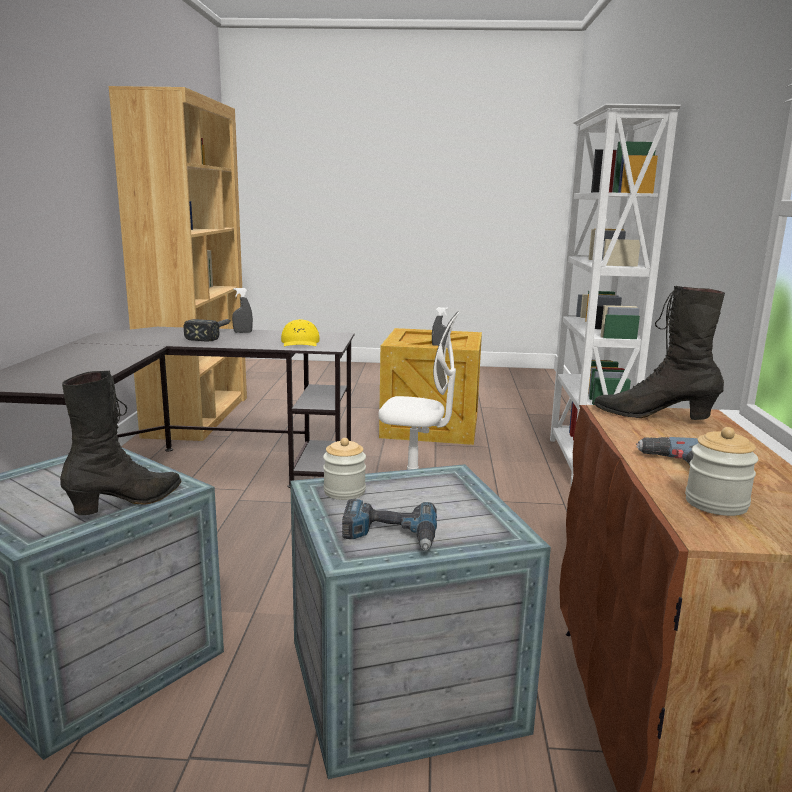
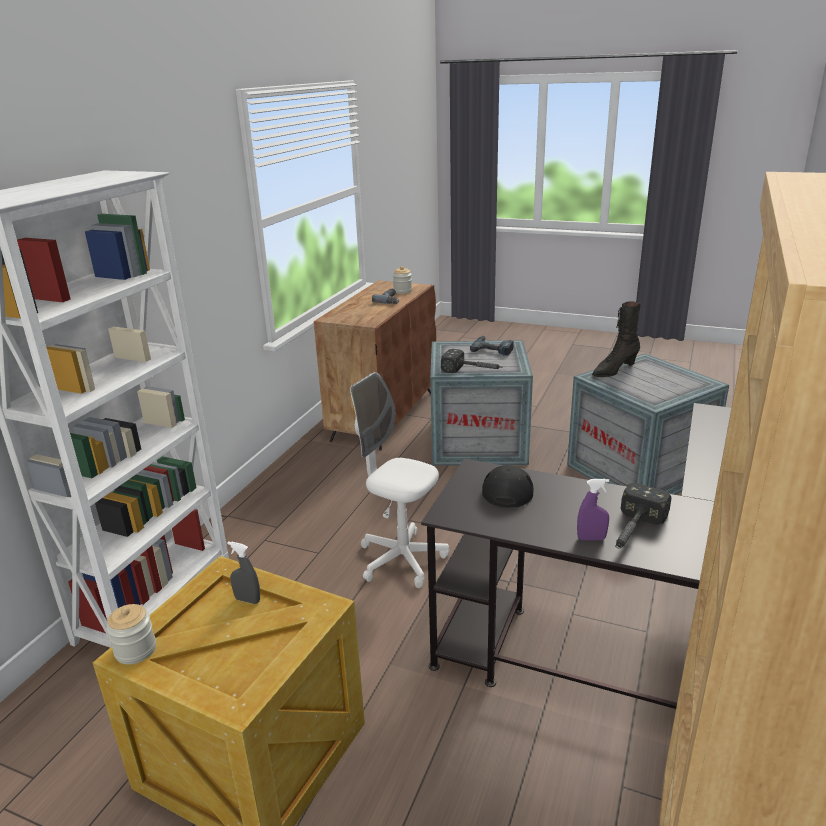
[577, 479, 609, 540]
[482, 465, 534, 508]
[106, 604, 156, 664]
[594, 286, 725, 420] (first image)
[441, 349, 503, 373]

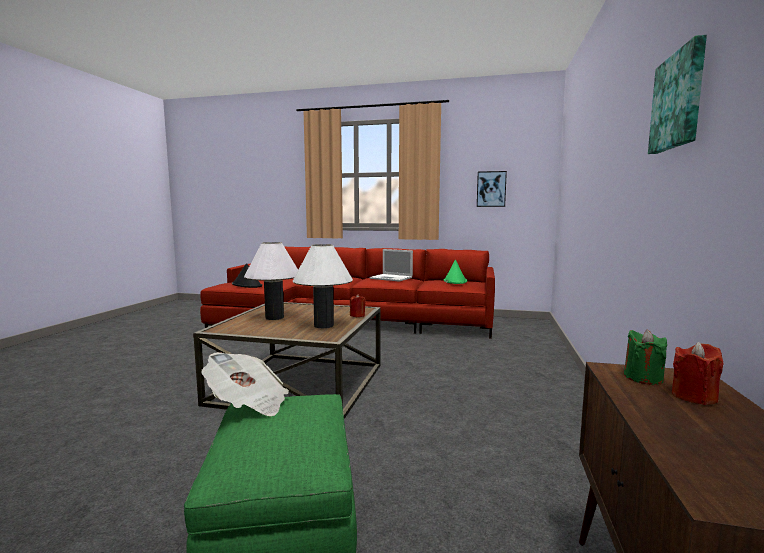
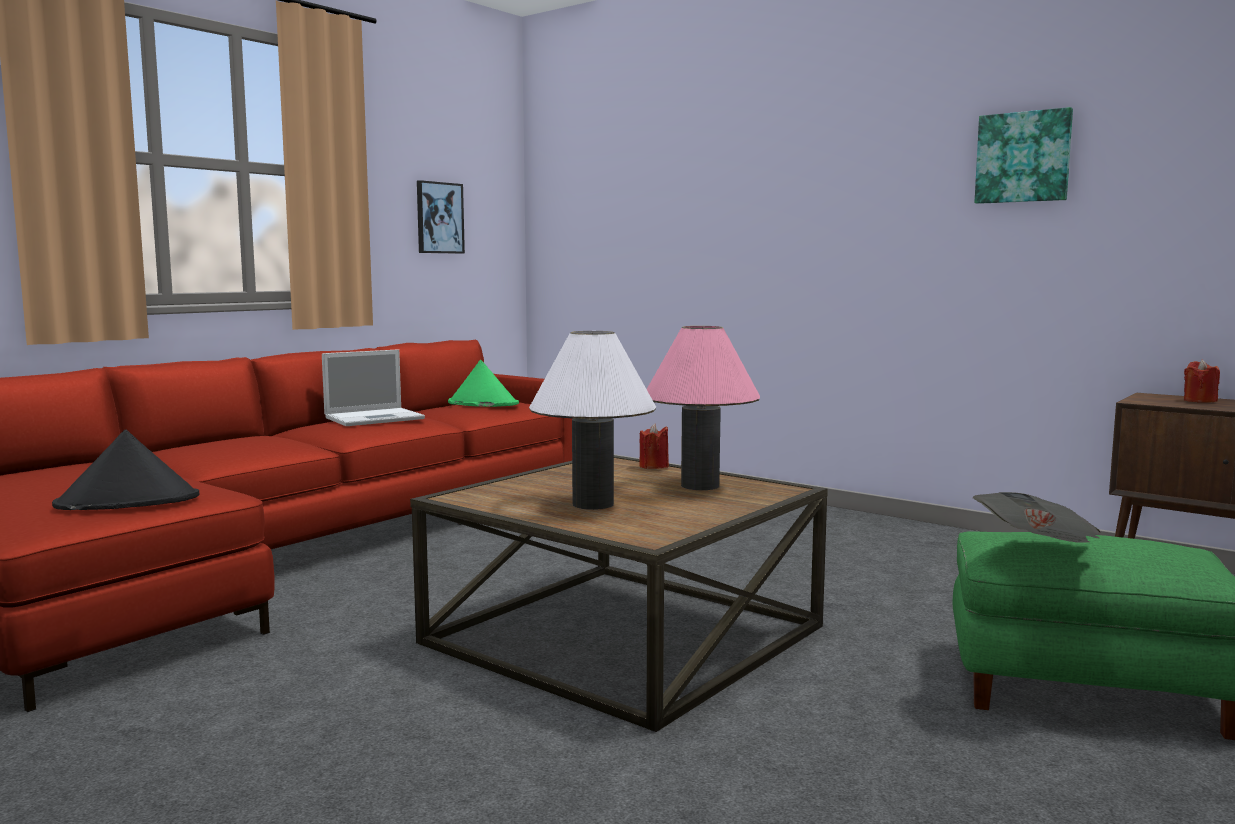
[647, 326, 760, 490]
[624, 330, 667, 385] (first image)

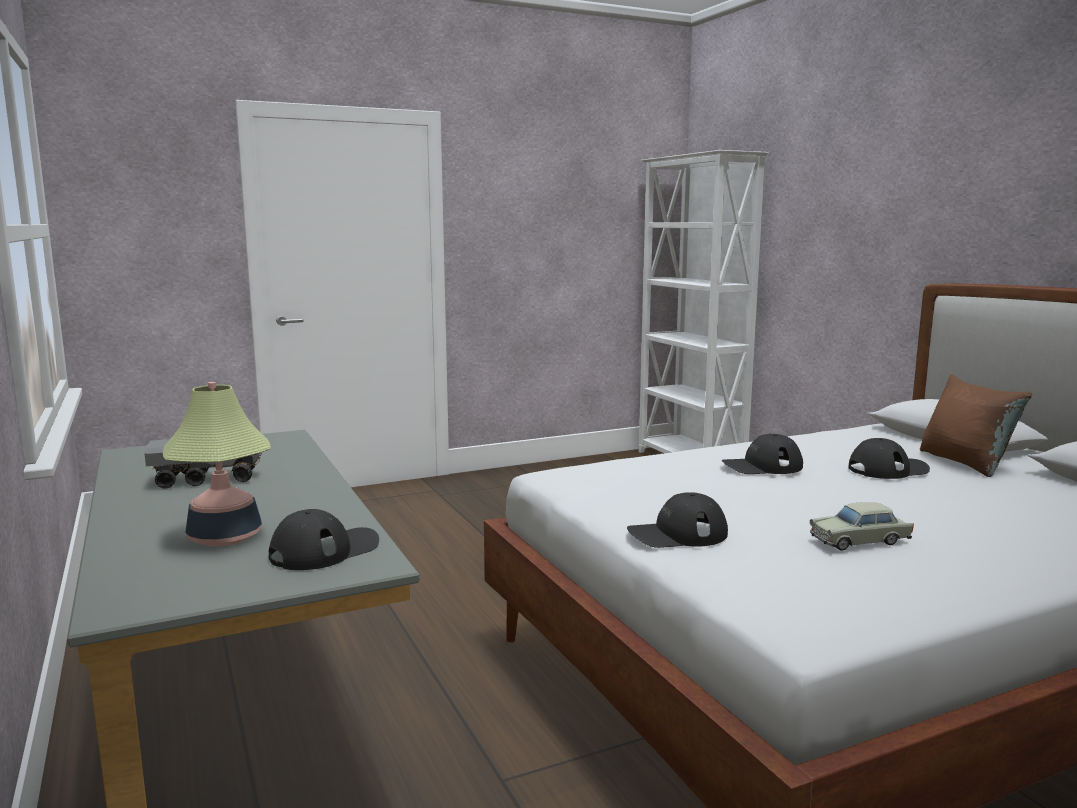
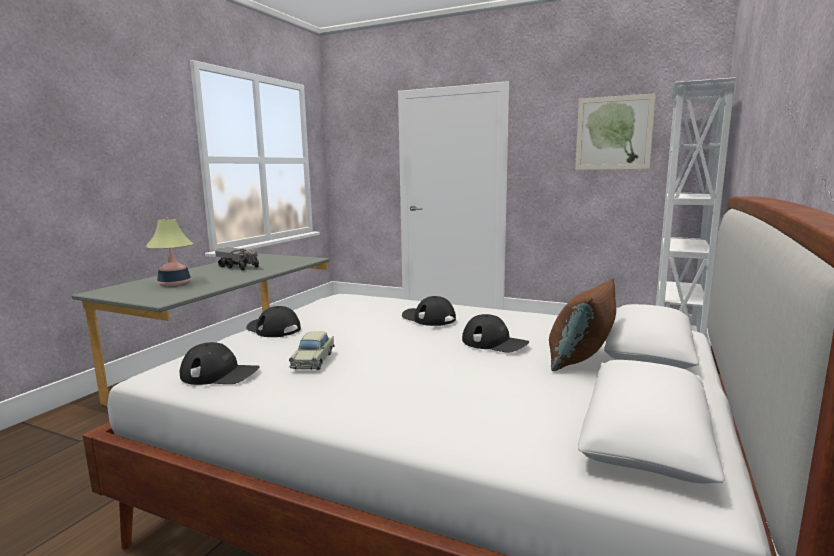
[180, 342, 260, 385]
[289, 331, 335, 370]
[575, 93, 656, 170]

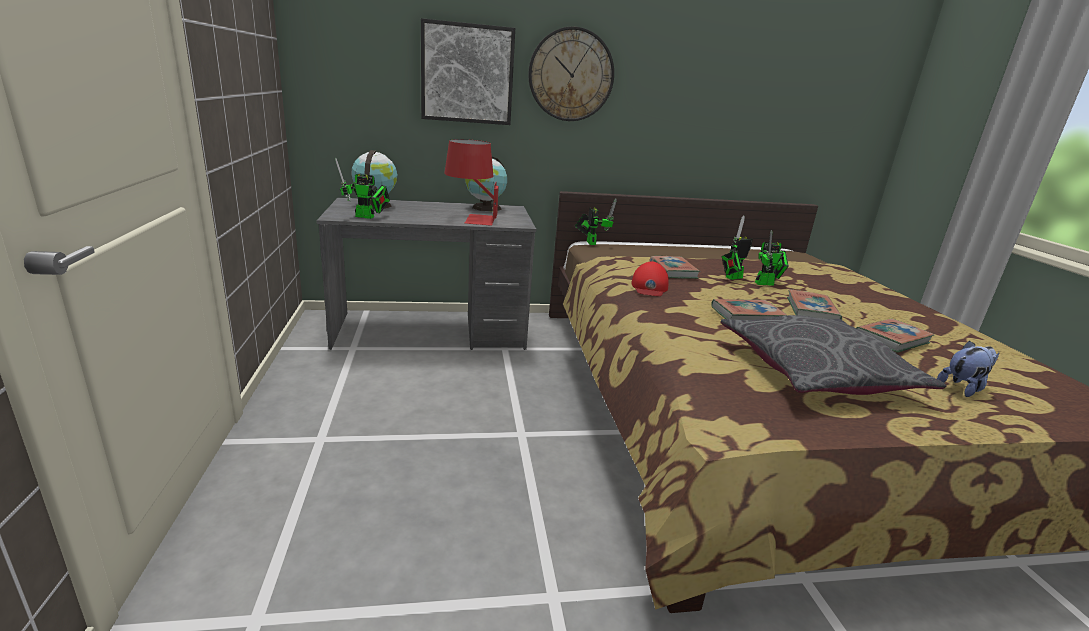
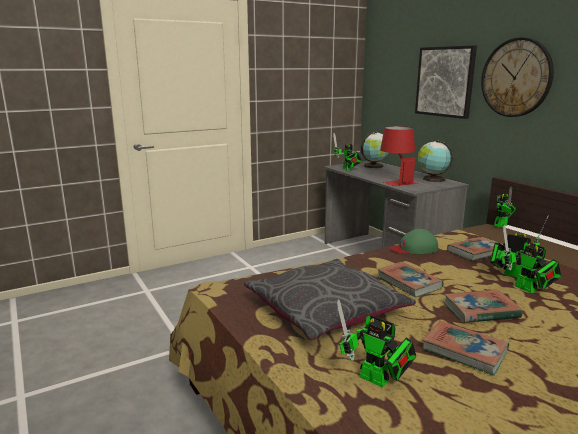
[390, 229, 438, 254]
[337, 299, 416, 387]

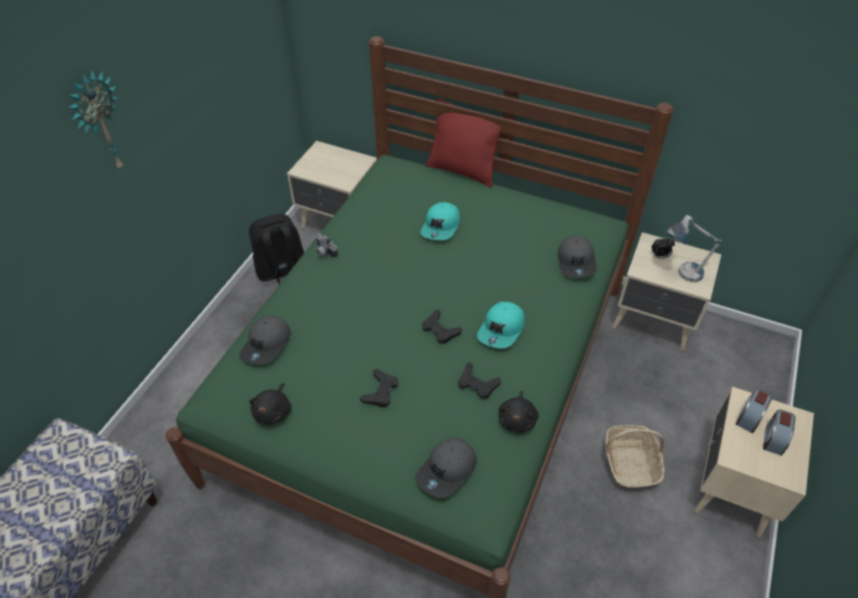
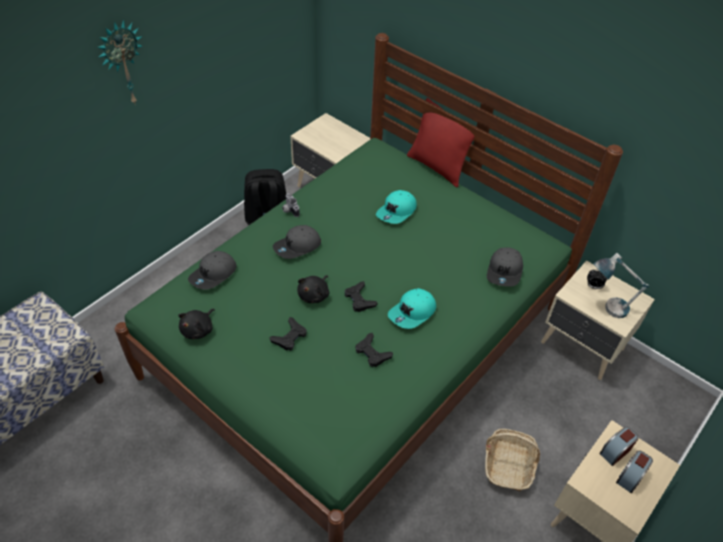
[273, 225, 321, 259]
[297, 275, 329, 303]

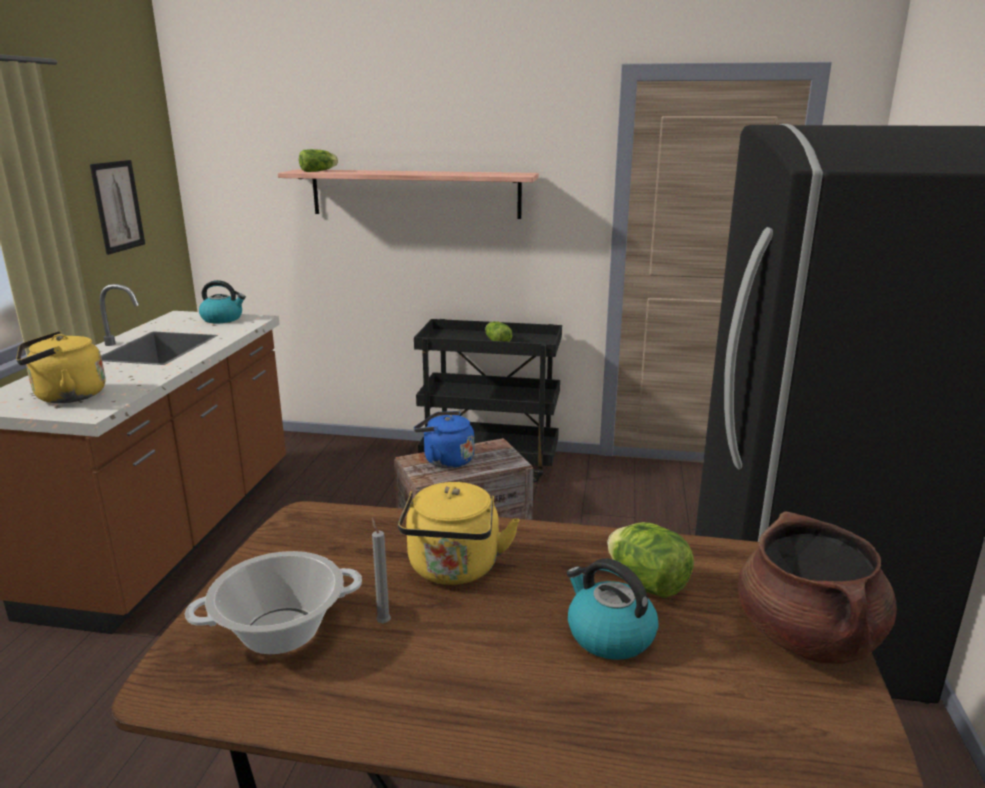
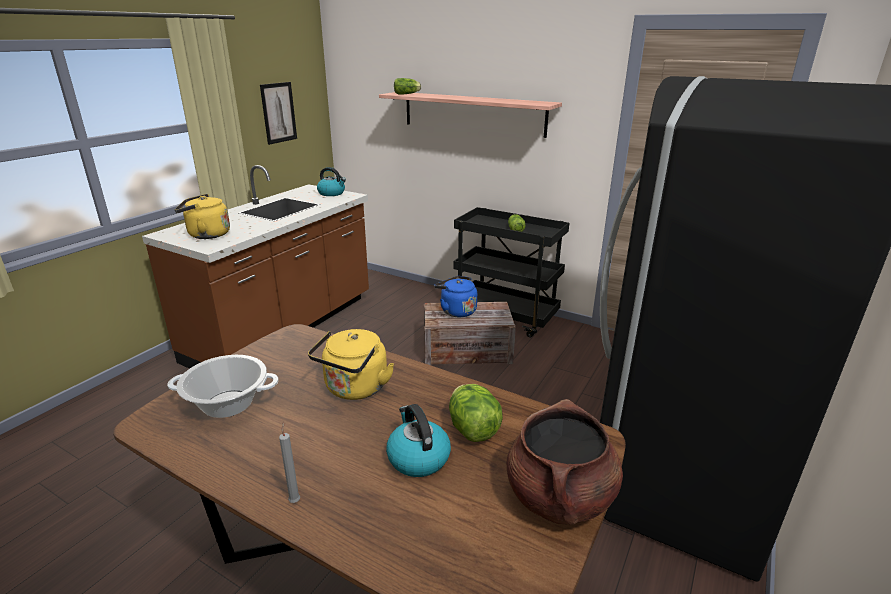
[279, 422, 300, 503]

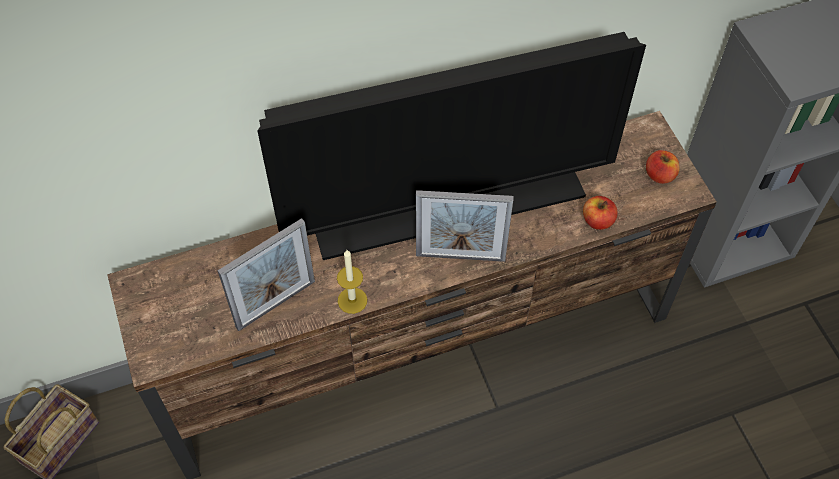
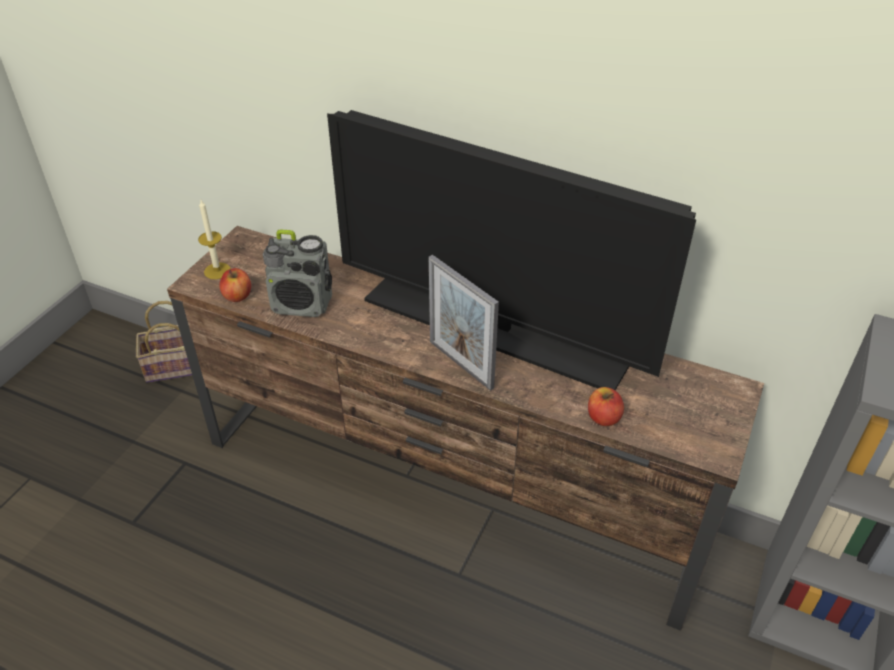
[263, 229, 332, 317]
[198, 200, 231, 279]
[219, 268, 251, 302]

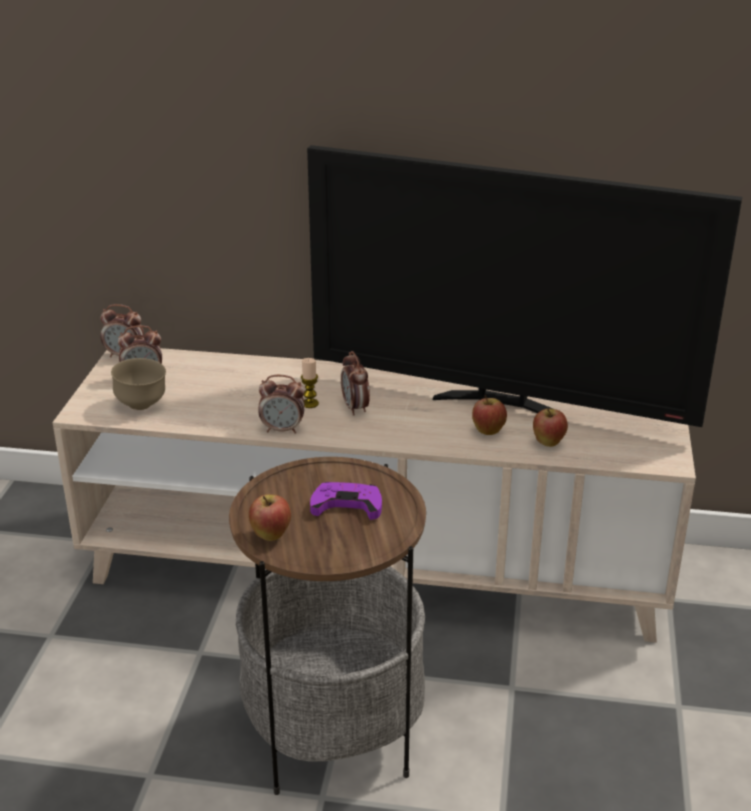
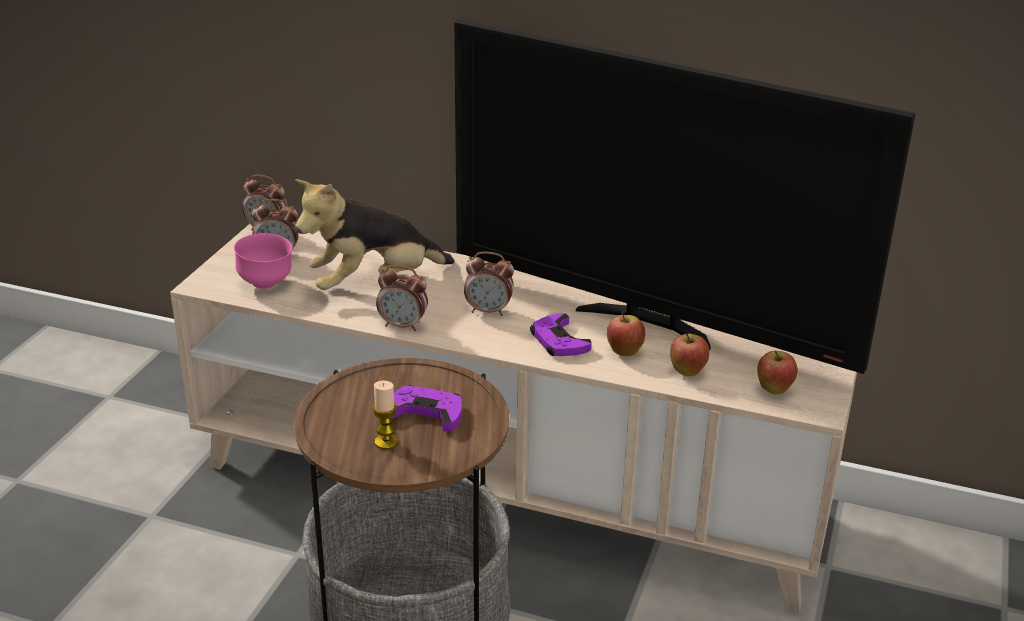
[234, 233, 292, 289]
[757, 351, 798, 394]
[372, 381, 398, 449]
[464, 251, 514, 316]
[295, 179, 454, 290]
[530, 313, 591, 356]

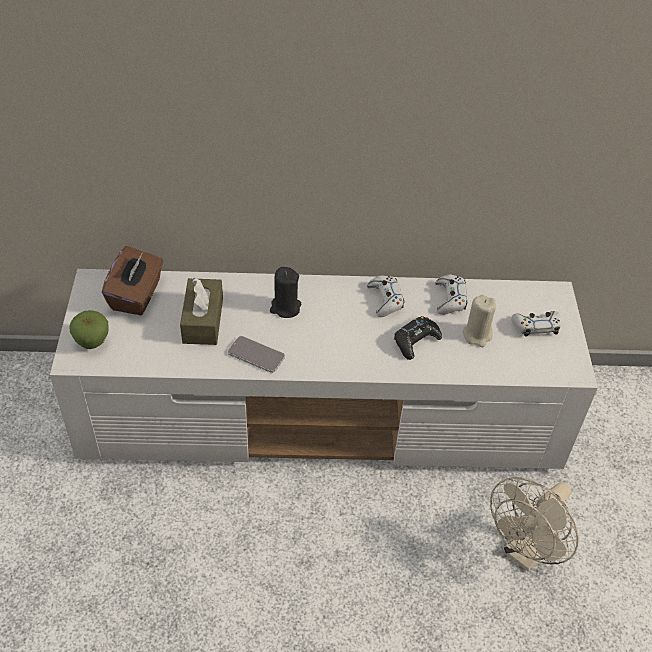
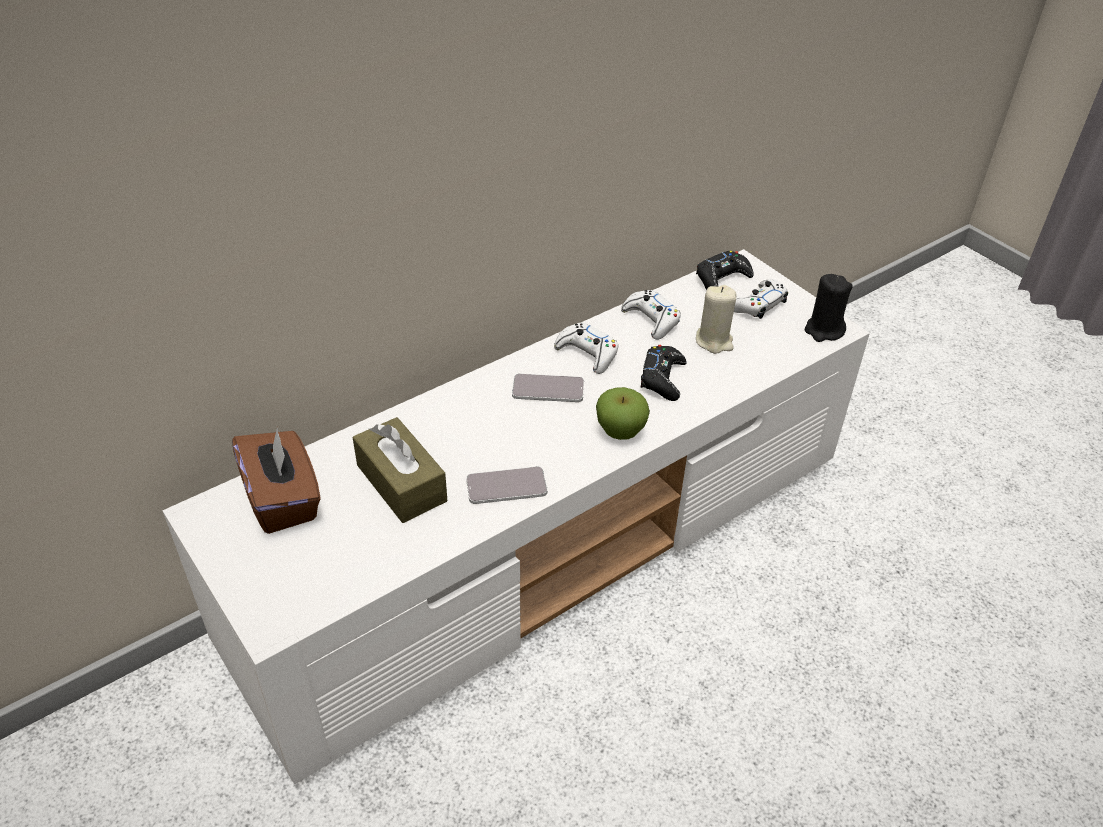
[596, 387, 650, 440]
[805, 274, 853, 342]
[490, 477, 579, 571] (first image)
[512, 373, 584, 402]
[696, 251, 754, 290]

